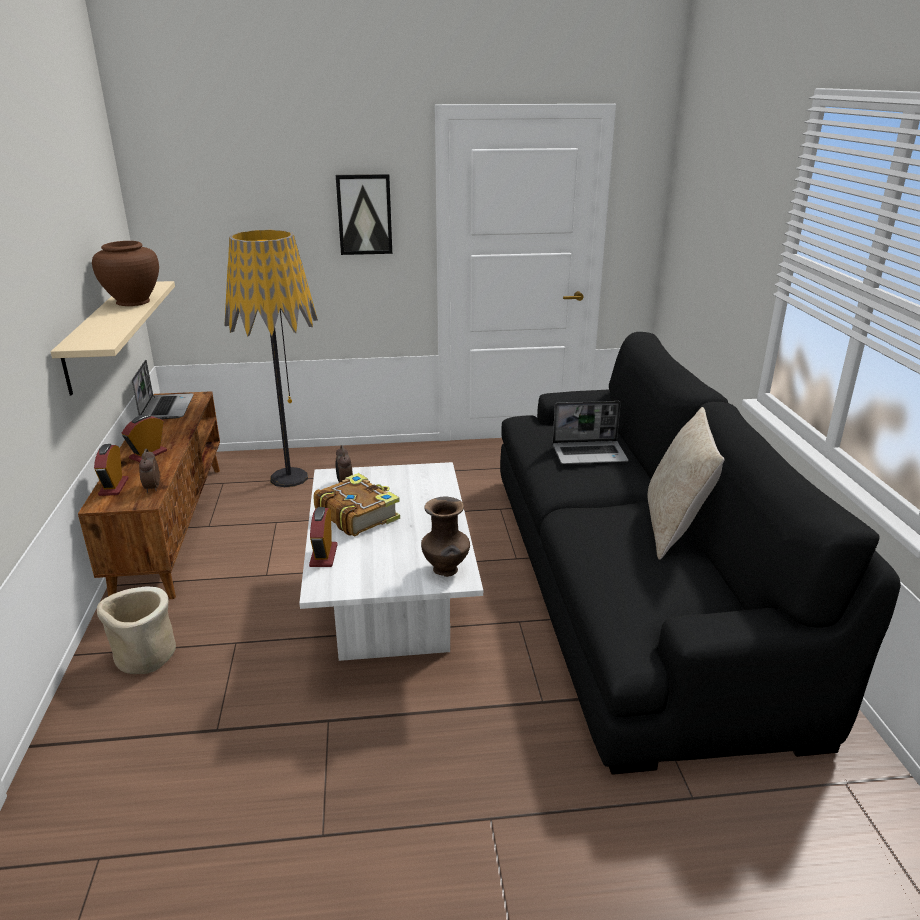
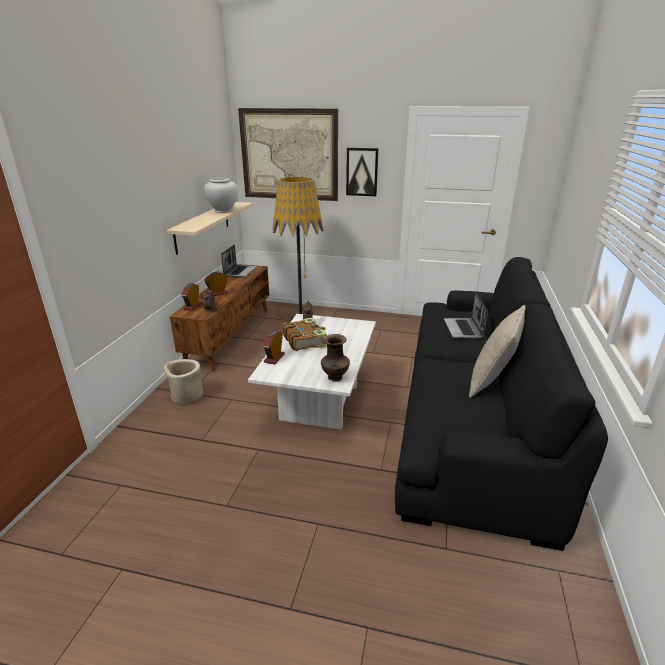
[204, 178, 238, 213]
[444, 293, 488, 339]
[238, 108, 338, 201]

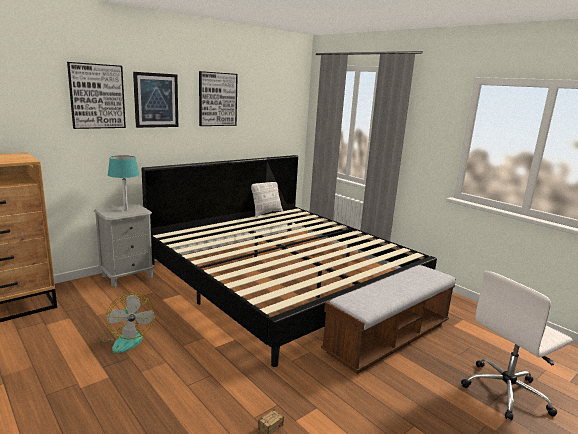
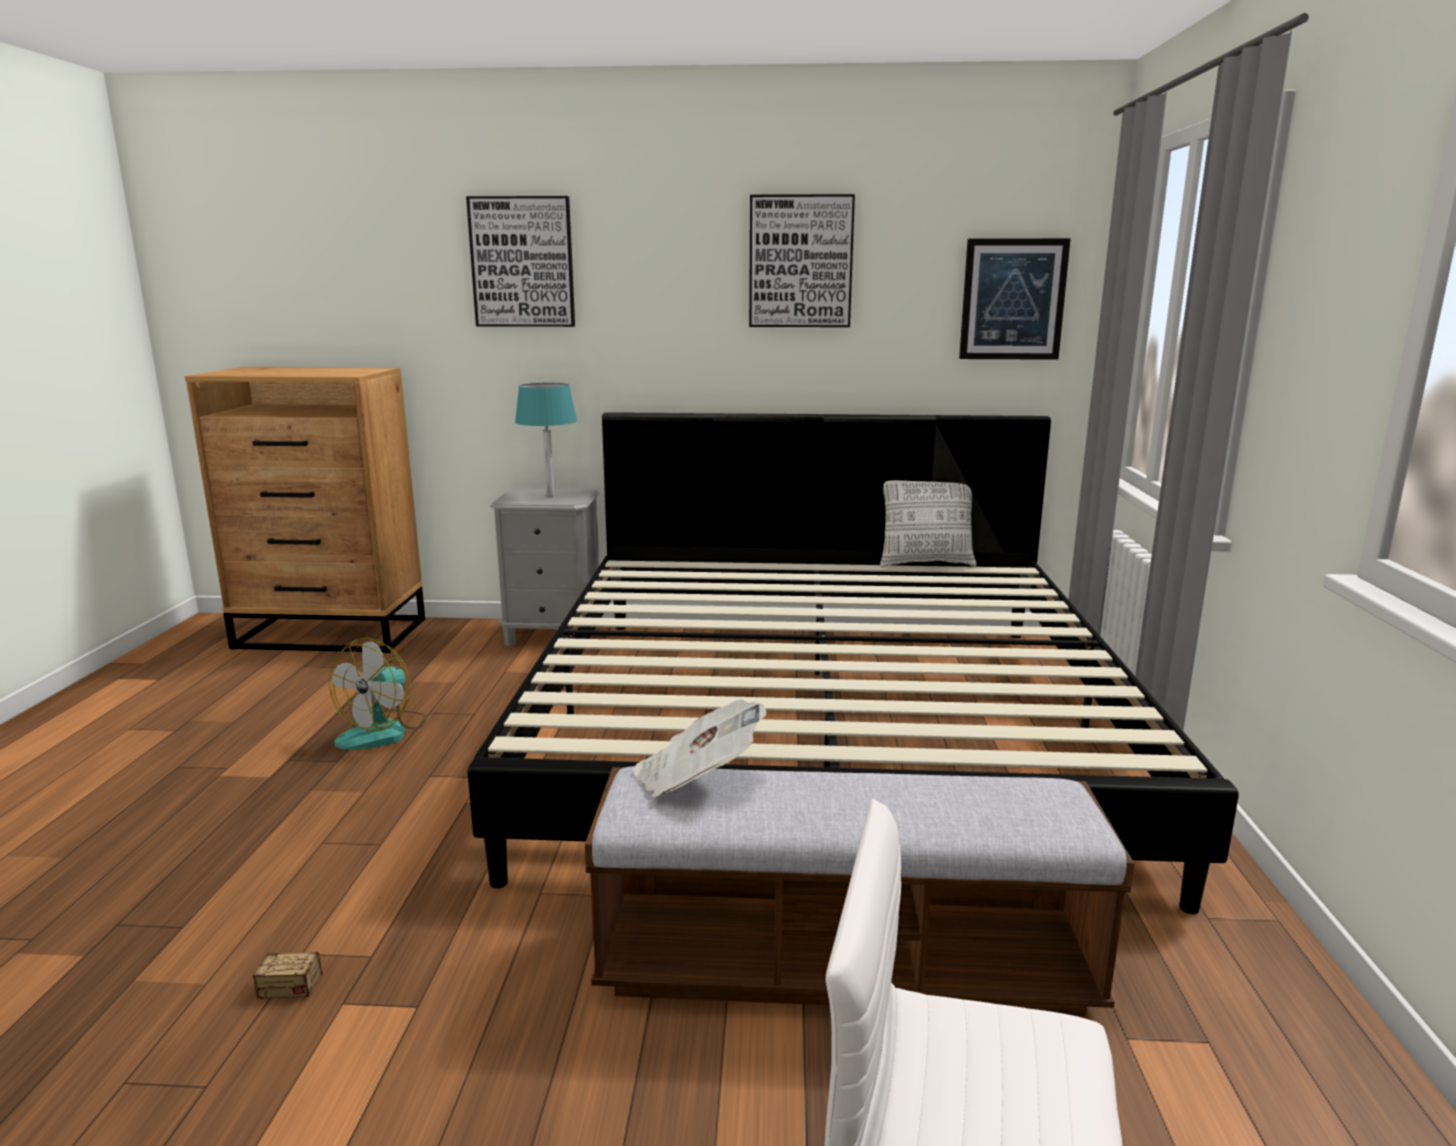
[959, 238, 1071, 360]
[633, 699, 767, 798]

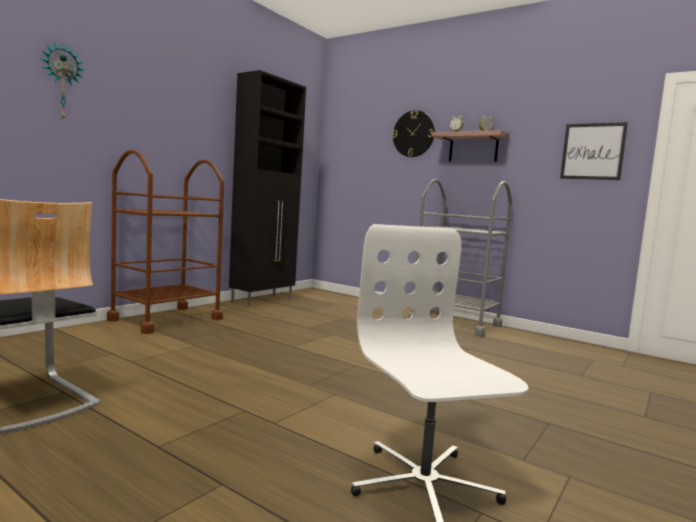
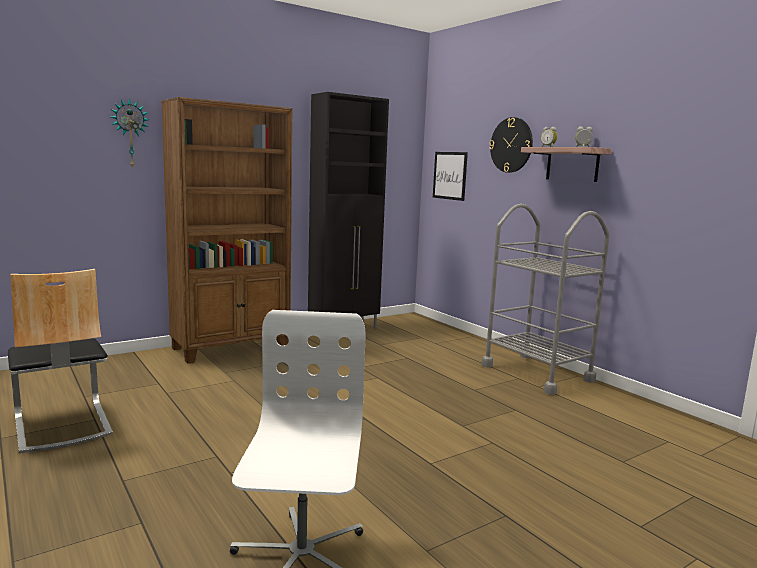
[161, 97, 292, 363]
[433, 152, 468, 201]

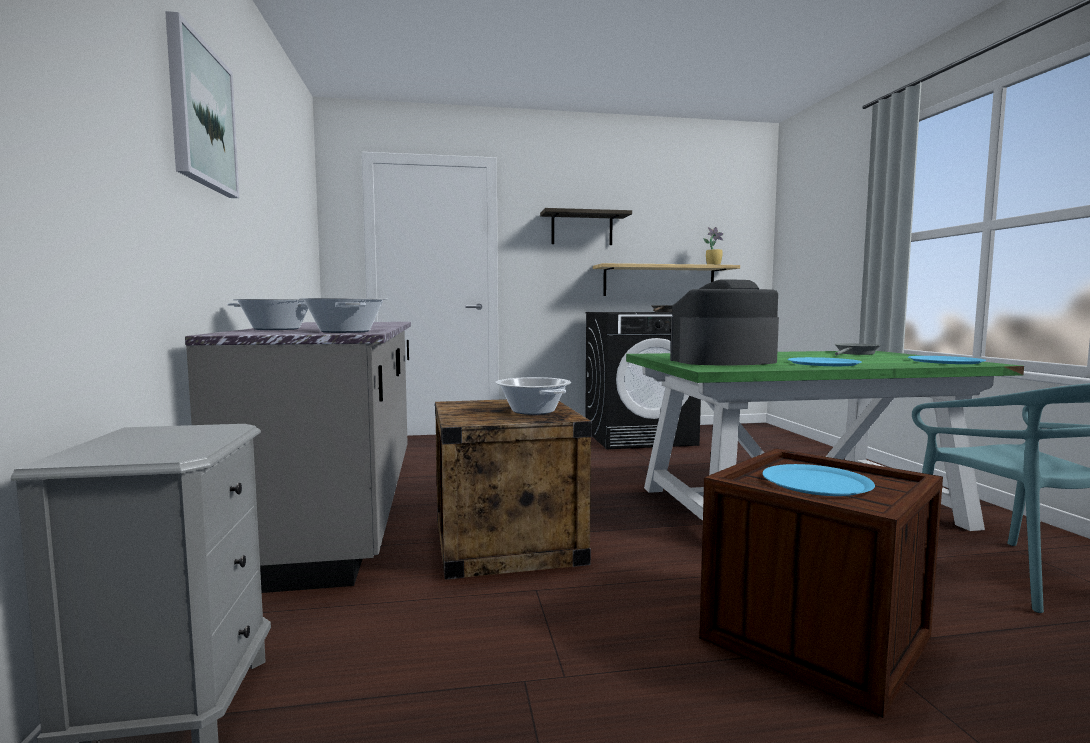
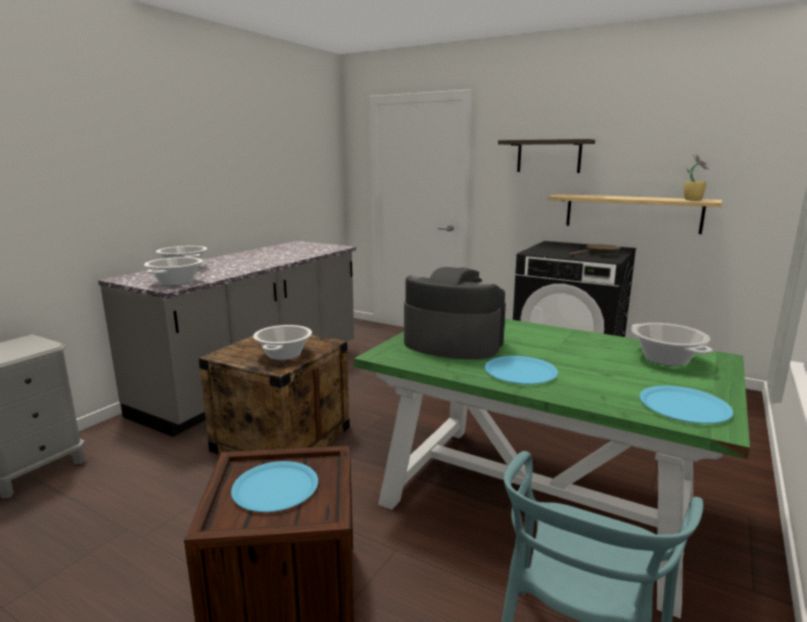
[165, 11, 239, 198] (first image)
[631, 323, 712, 366]

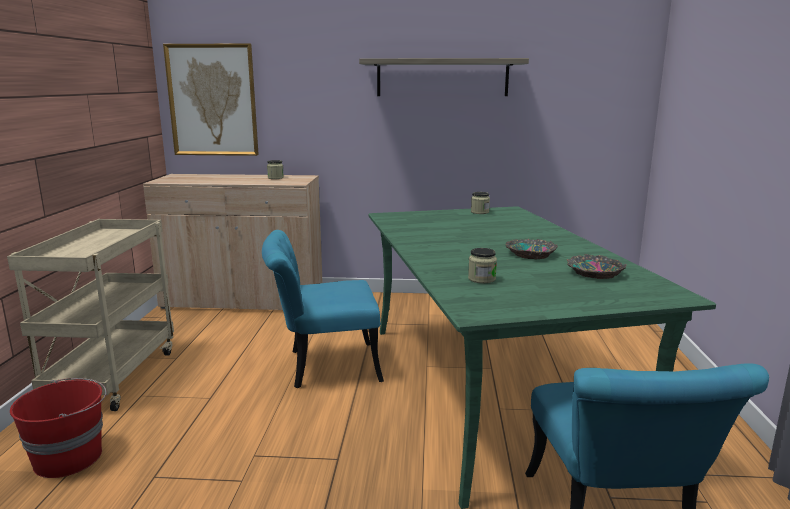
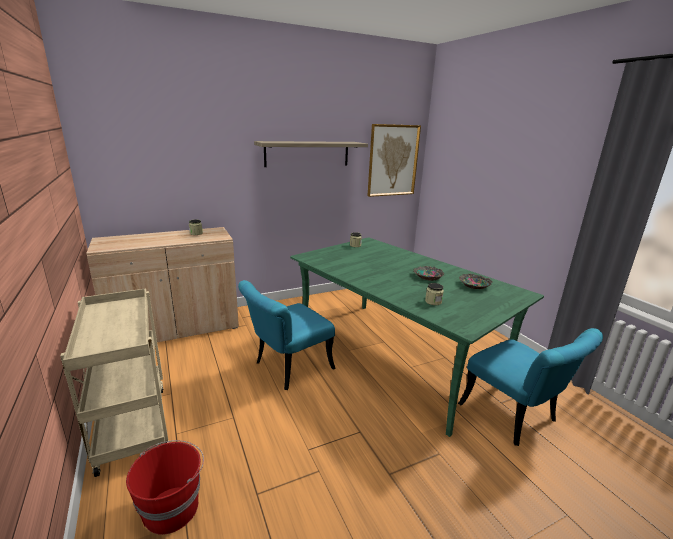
[367, 124, 421, 197]

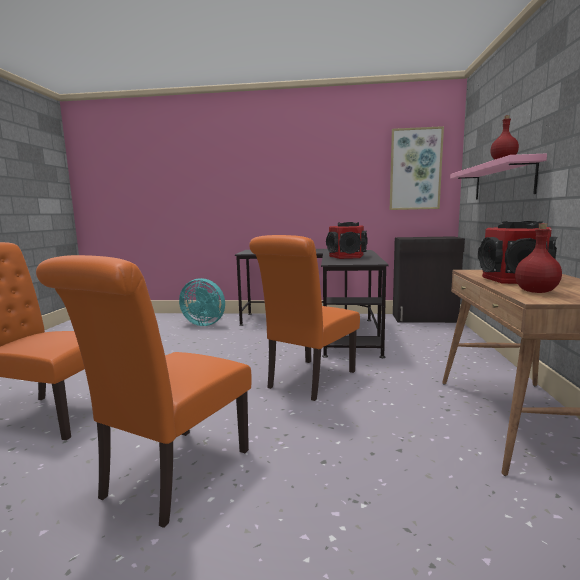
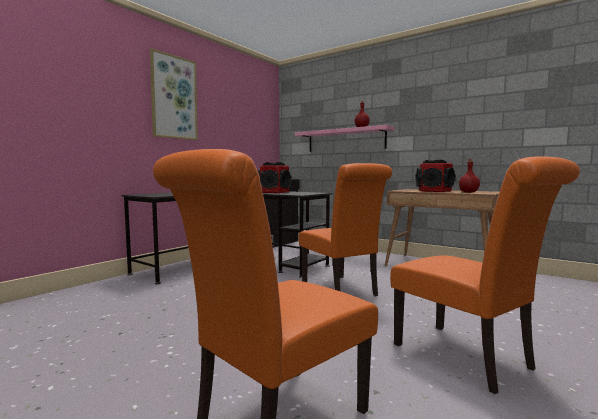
[179, 278, 225, 326] (first image)
[150, 48, 198, 140]

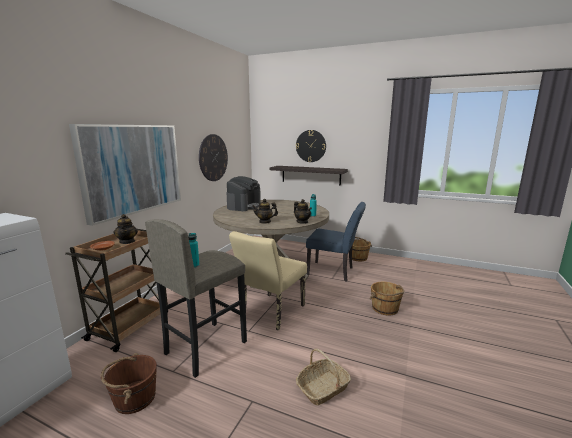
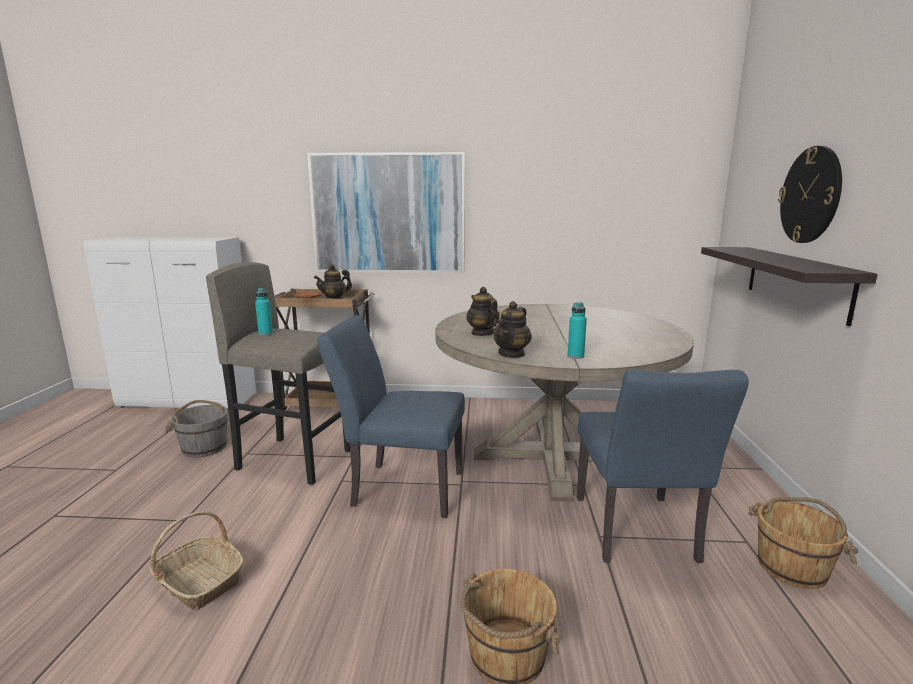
[164, 400, 229, 458]
[199, 134, 228, 181] (first image)
[226, 176, 261, 211] (first image)
[317, 315, 465, 518]

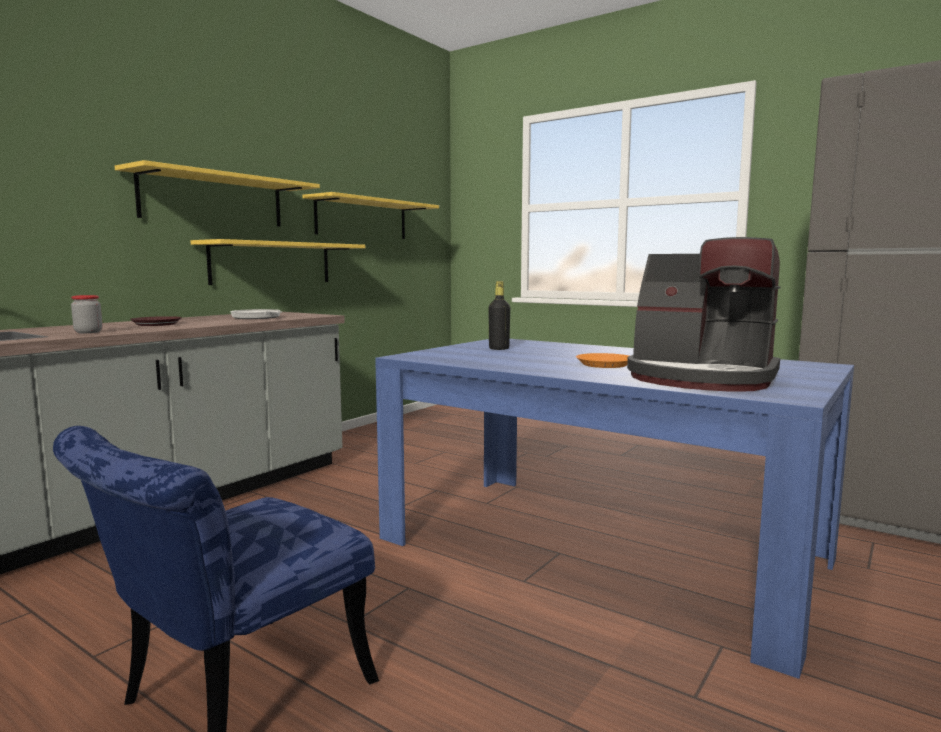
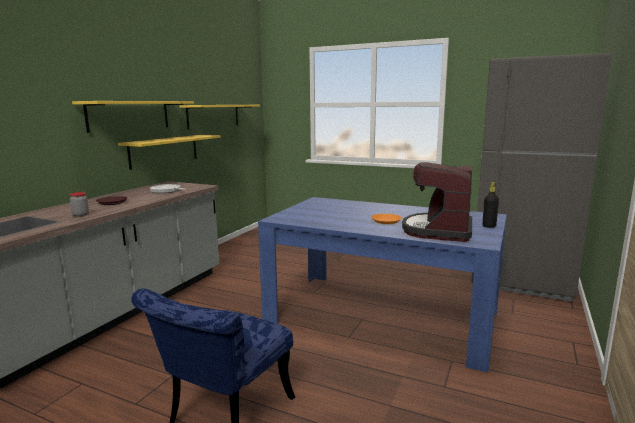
[482, 182, 499, 228]
[402, 162, 472, 242]

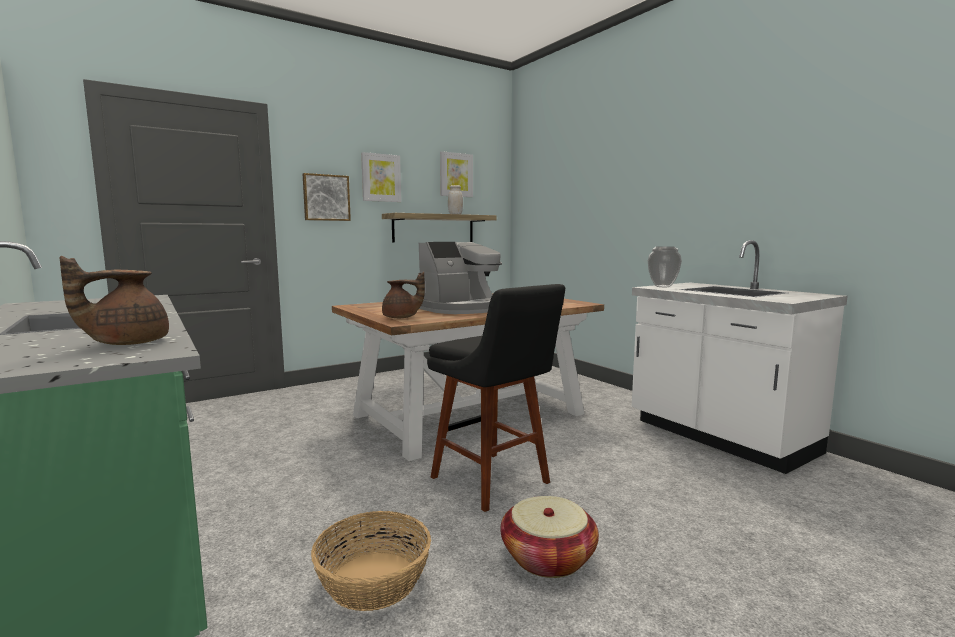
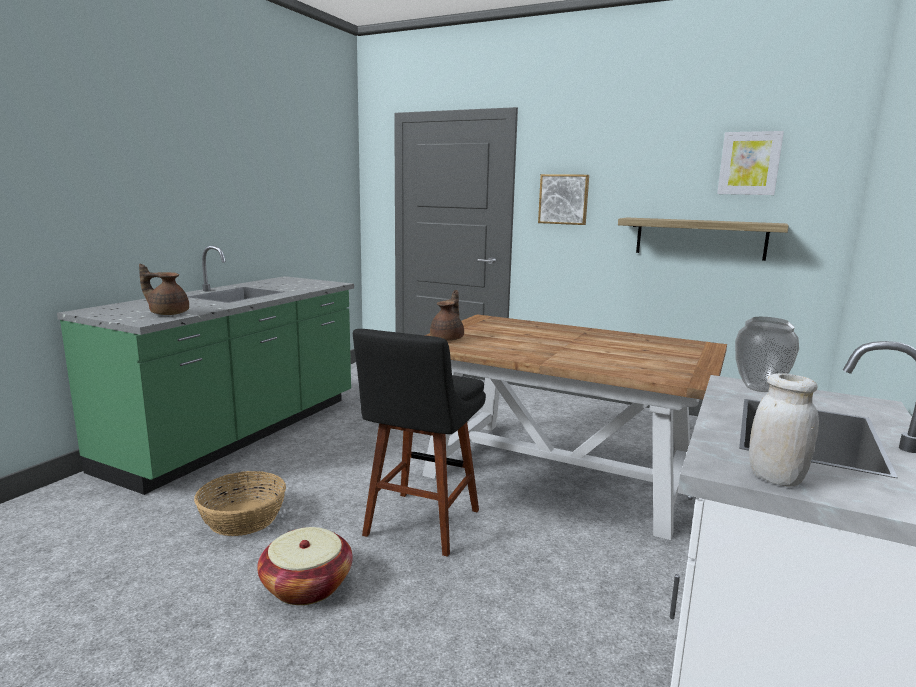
[361, 152, 401, 202] (first image)
[430, 290, 464, 341]
[419, 242, 502, 314] (first image)
[749, 373, 819, 487]

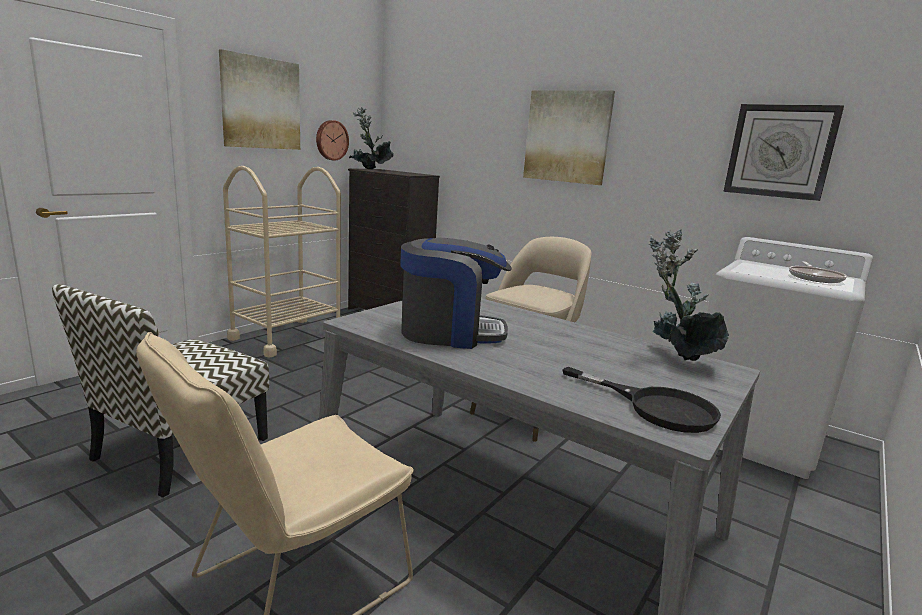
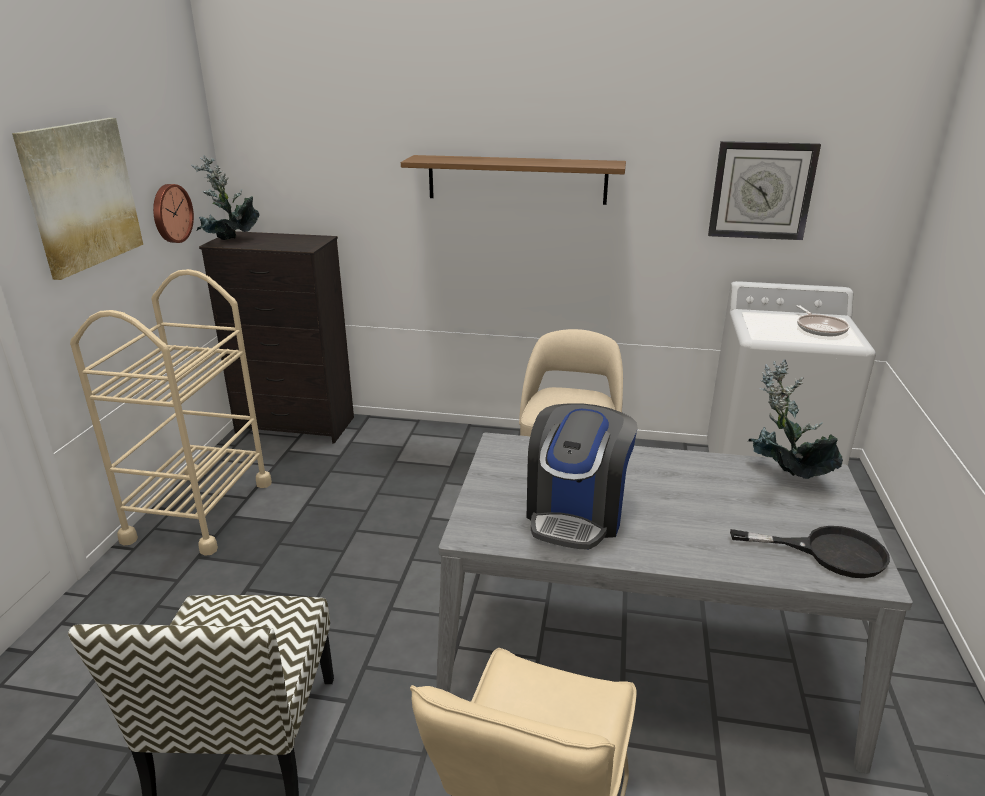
[527, 403, 637, 550]
[401, 155, 626, 205]

